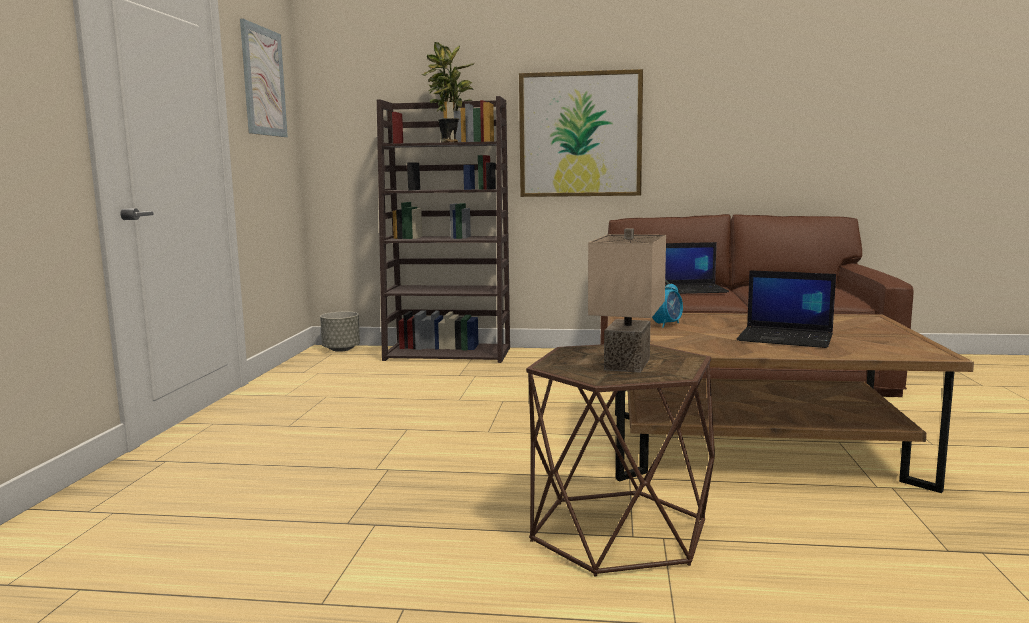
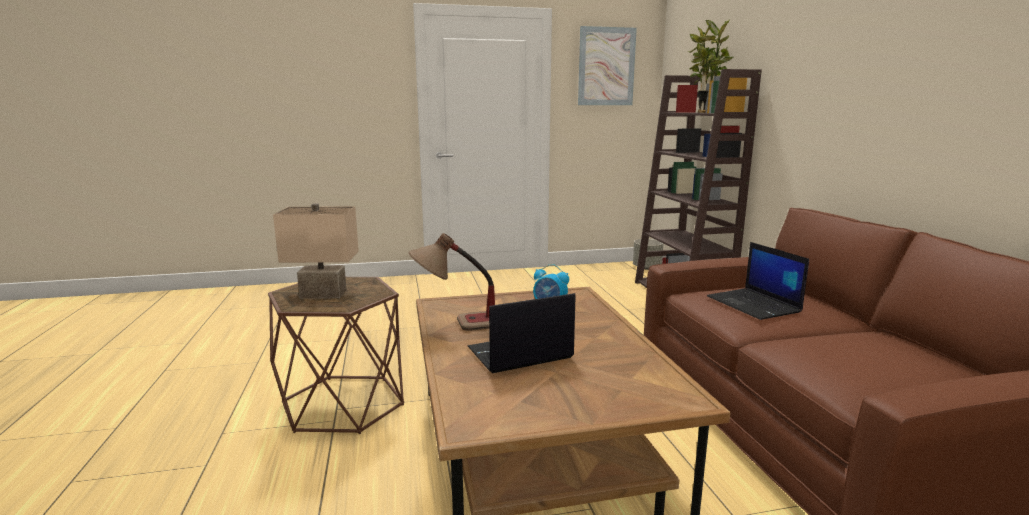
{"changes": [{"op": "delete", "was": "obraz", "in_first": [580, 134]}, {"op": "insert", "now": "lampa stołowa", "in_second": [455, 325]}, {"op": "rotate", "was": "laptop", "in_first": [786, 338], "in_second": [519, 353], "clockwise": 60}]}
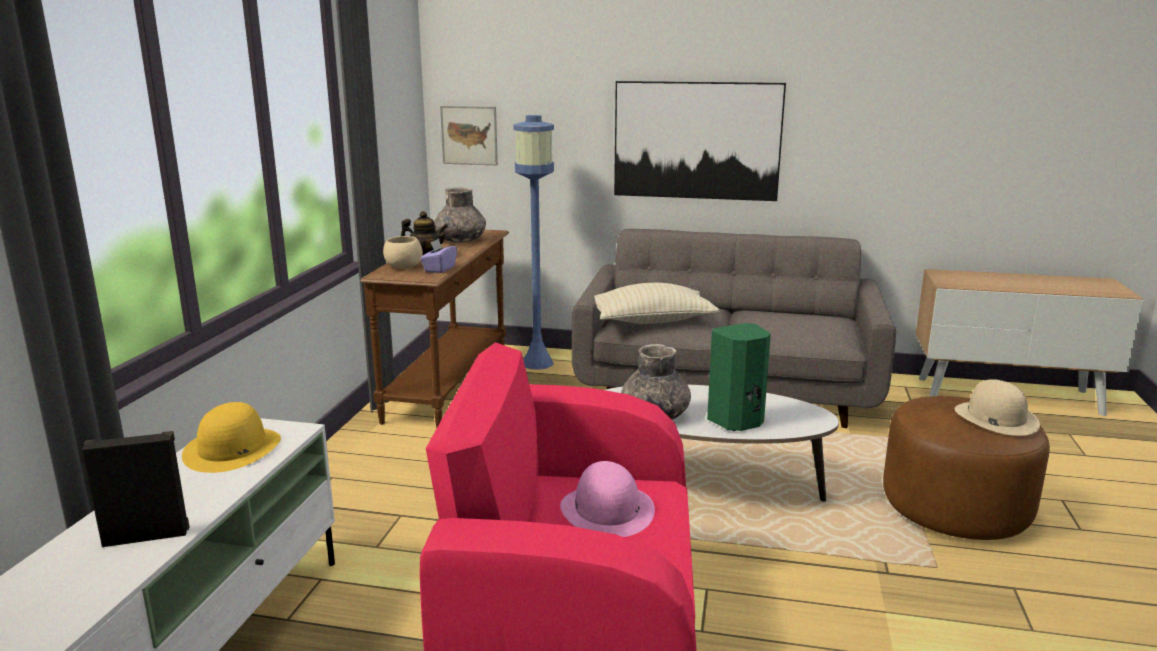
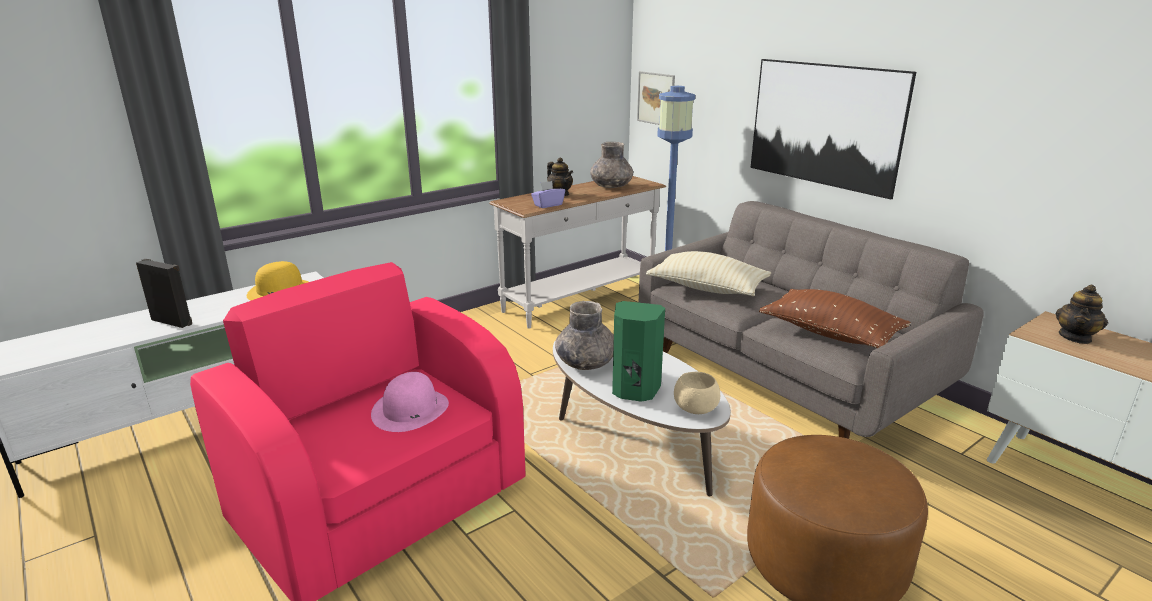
{"changes": [{"op": "delete", "was": "kapelusz/beżowy", "in_first": [995, 418]}, {"op": "insert", "now": "poduszka/brązowy", "in_second": [830, 334]}, {"op": "insert", "now": "imbryk", "in_second": [1075, 337]}, {"op": "move", "was": "miska/beżowy", "in_first": [403, 267], "in_second": [695, 409]}, {"op": "recolor", "was": "stolik konsolowy/brązowy", "now": "stolik konsolowy/biały", "in_first": [450, 386], "in_second": [581, 300]}]}
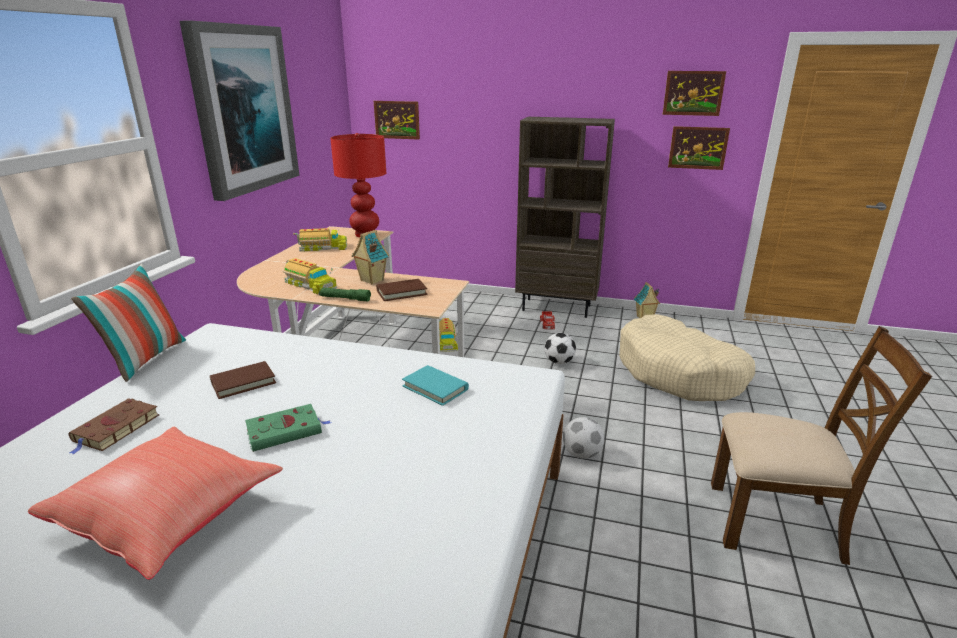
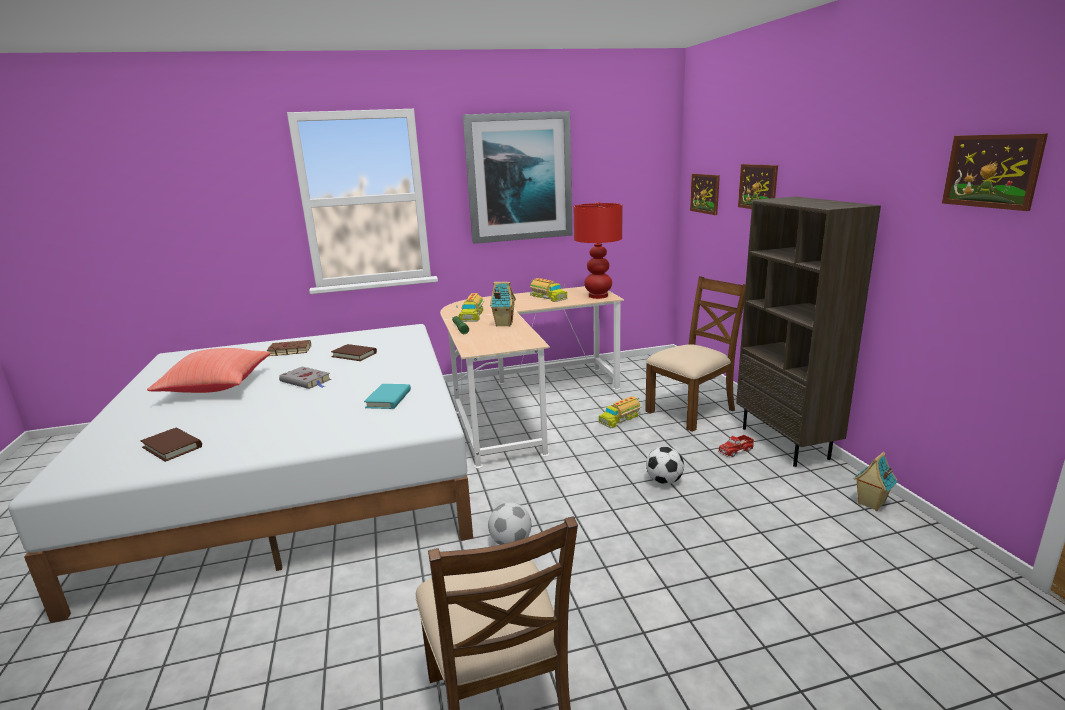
{"changes": [{"op": "delete", "was": "poduszka", "in_first": [145, 359]}, {"op": "delete", "was": "legowisko/beżowy", "in_first": [679, 373]}, {"op": "insert", "now": "krzesło/brązowy", "in_second": [692, 410]}, {"op": "move", "was": "książka/brązowy", "in_first": [401, 292], "in_second": [172, 447]}, {"op": "move", "was": "obraz", "in_first": [698, 148], "in_second": [758, 187]}, {"op": "recolor", "was": "książka/zielony", "now": "książka/szary", "in_first": [286, 431], "in_second": [307, 381]}]}
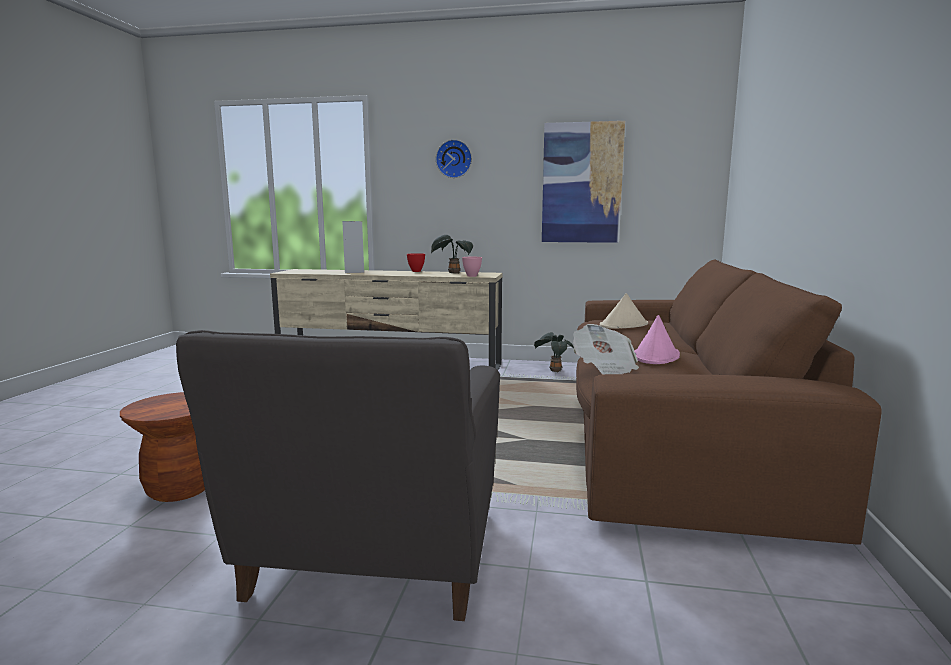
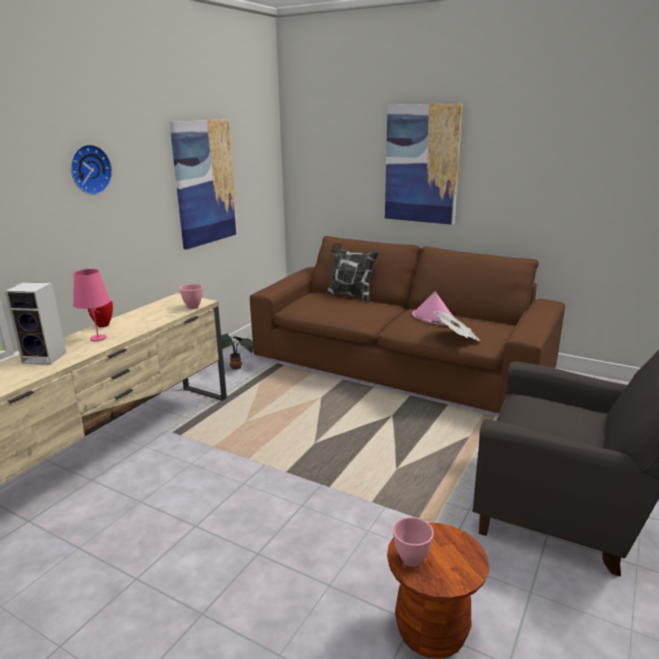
{"changes": [{"op": "delete", "was": "roślina doniczkowa", "in_first": [452, 273]}, {"op": "delete", "was": "kapelusz/beżowy", "in_first": [624, 325]}, {"op": "insert", "now": "lampa stołowa/różowy", "in_second": [98, 338]}, {"op": "insert", "now": "poduszka", "in_second": [350, 296]}, {"op": "insert", "now": "obraz", "in_second": [422, 164]}, {"op": "insert", "now": "miska/różowy", "in_second": [410, 560]}]}
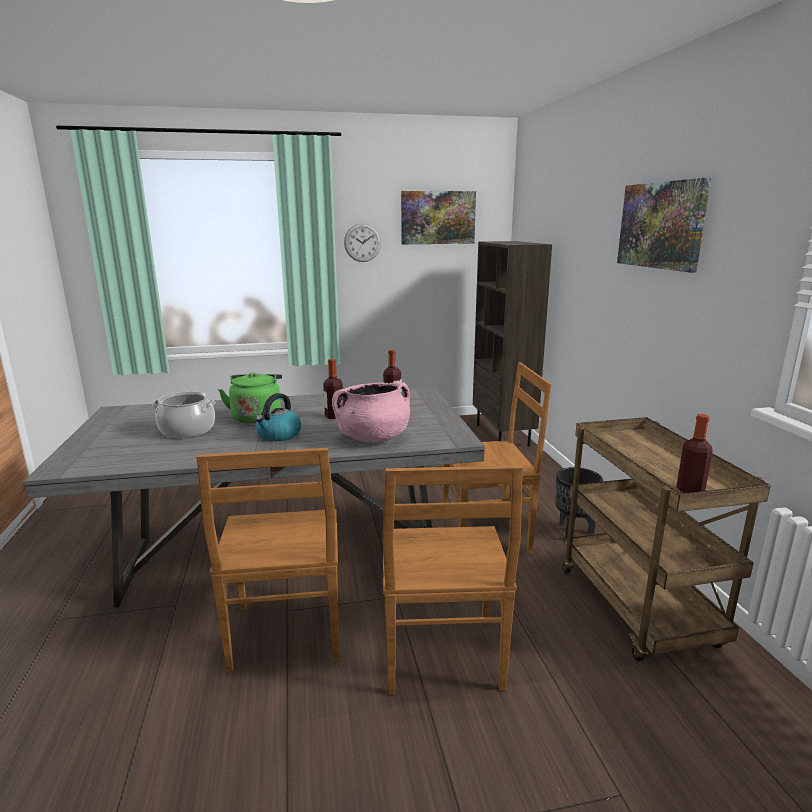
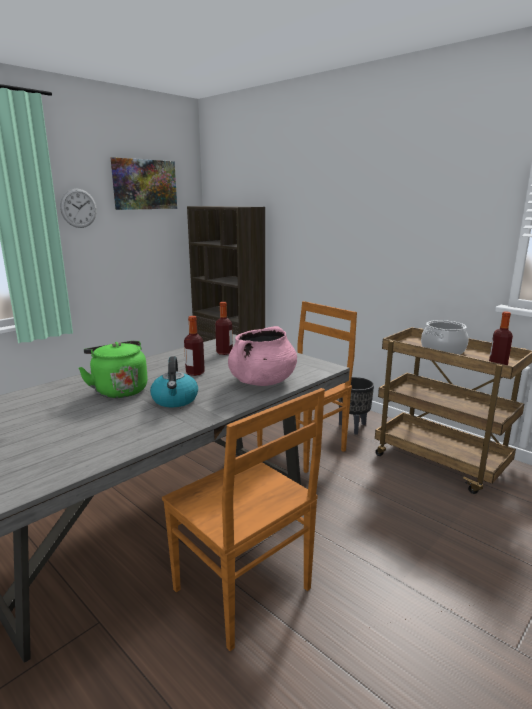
{"changes": [{"op": "delete", "was": "krzesło/brązowy", "in_first": [442, 657]}, {"op": "delete", "was": "obraz", "in_first": [661, 225]}, {"op": "move", "was": "garnek", "in_first": [188, 430], "in_second": [442, 350]}]}
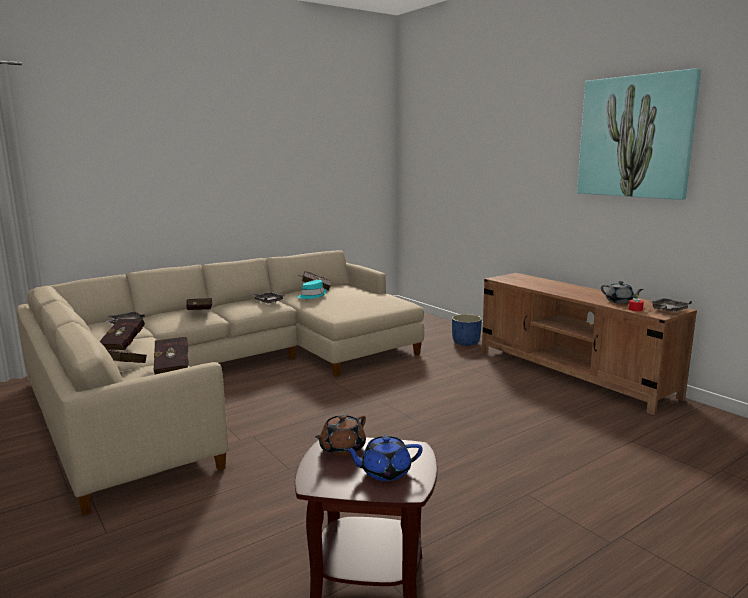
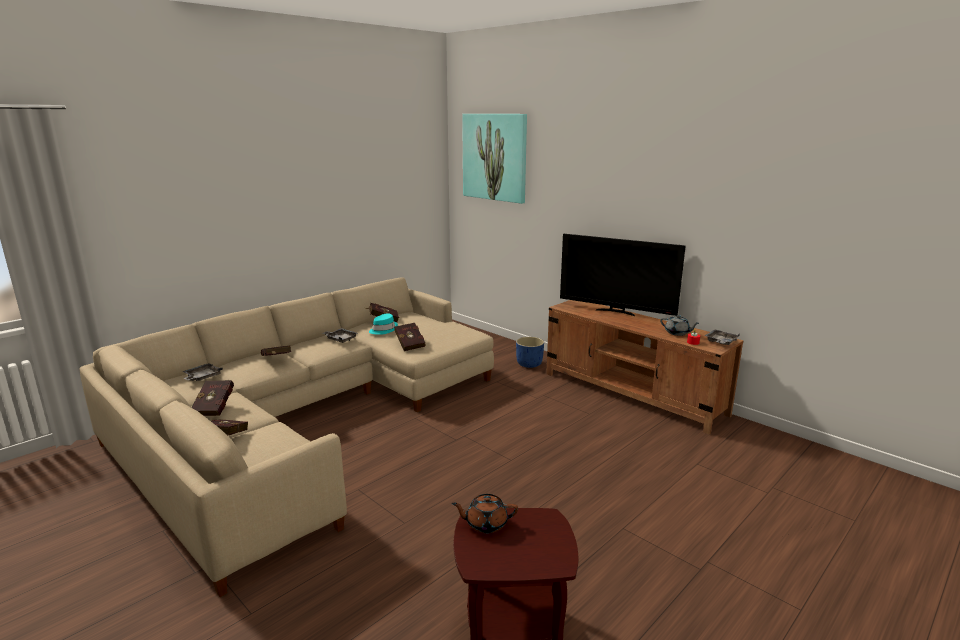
{"changes": [{"op": "delete", "was": "imbryk/niebieski", "in_first": [384, 472]}, {"op": "insert", "now": "telewizor", "in_second": [616, 312]}, {"op": "move", "was": "książka/czerwony", "in_first": [173, 367], "in_second": [410, 344]}, {"op": "move", "was": "obraz", "in_first": [635, 137], "in_second": [495, 157]}, {"op": "rotate", "was": "imbryk/brązowy", "in_first": [342, 449], "in_second": [485, 524], "clockwise": 60}]}
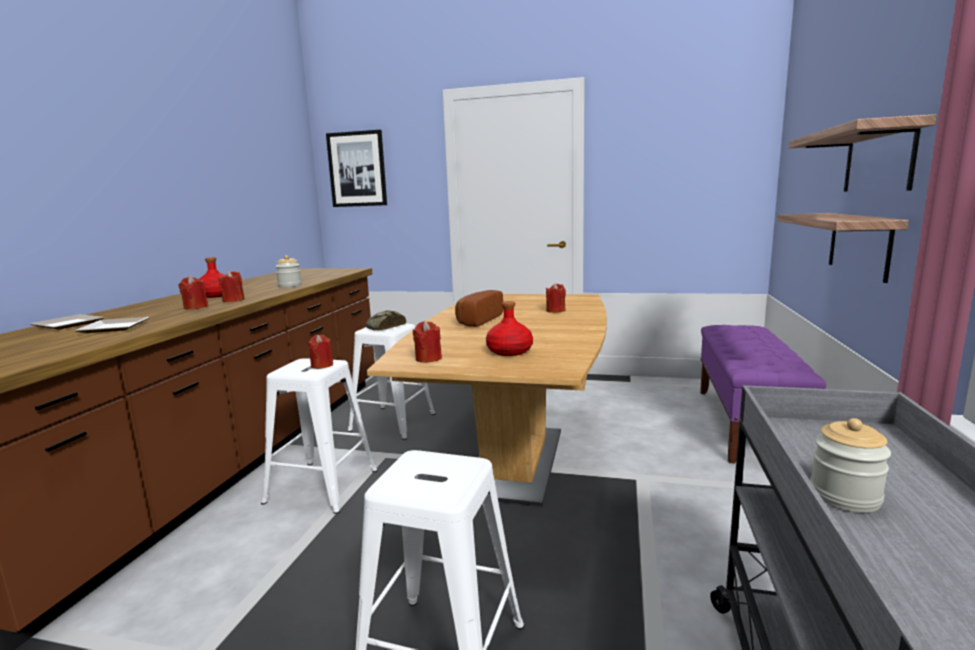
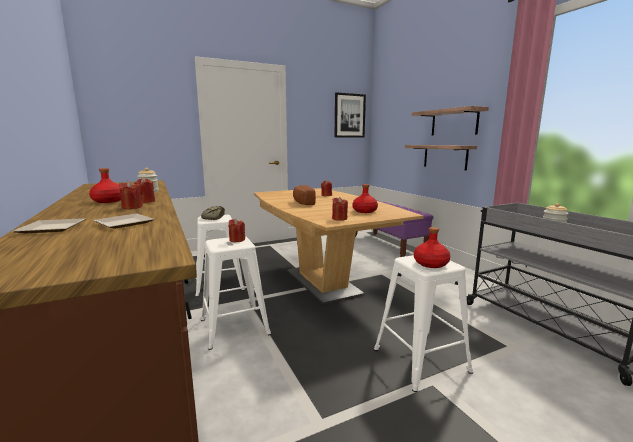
{"changes": [{"op": "insert", "now": "butelka/czerwony", "in_second": [430, 263]}, {"op": "move", "was": "obraz", "in_first": [357, 169], "in_second": [349, 115]}]}
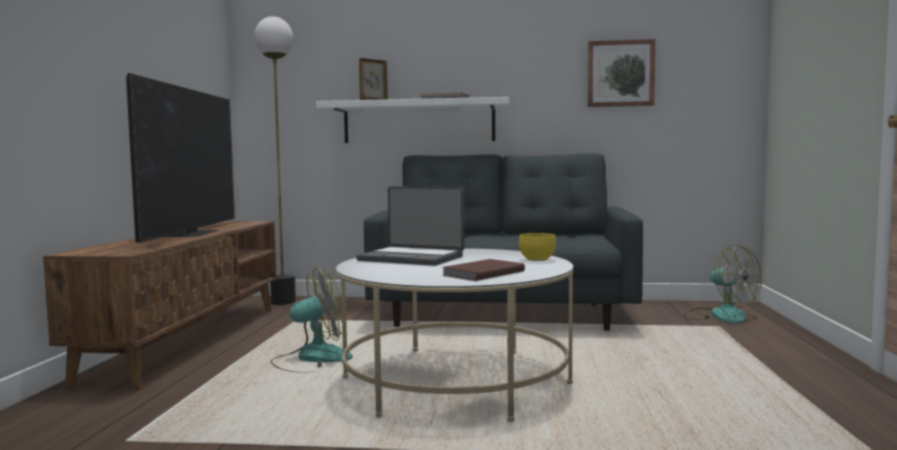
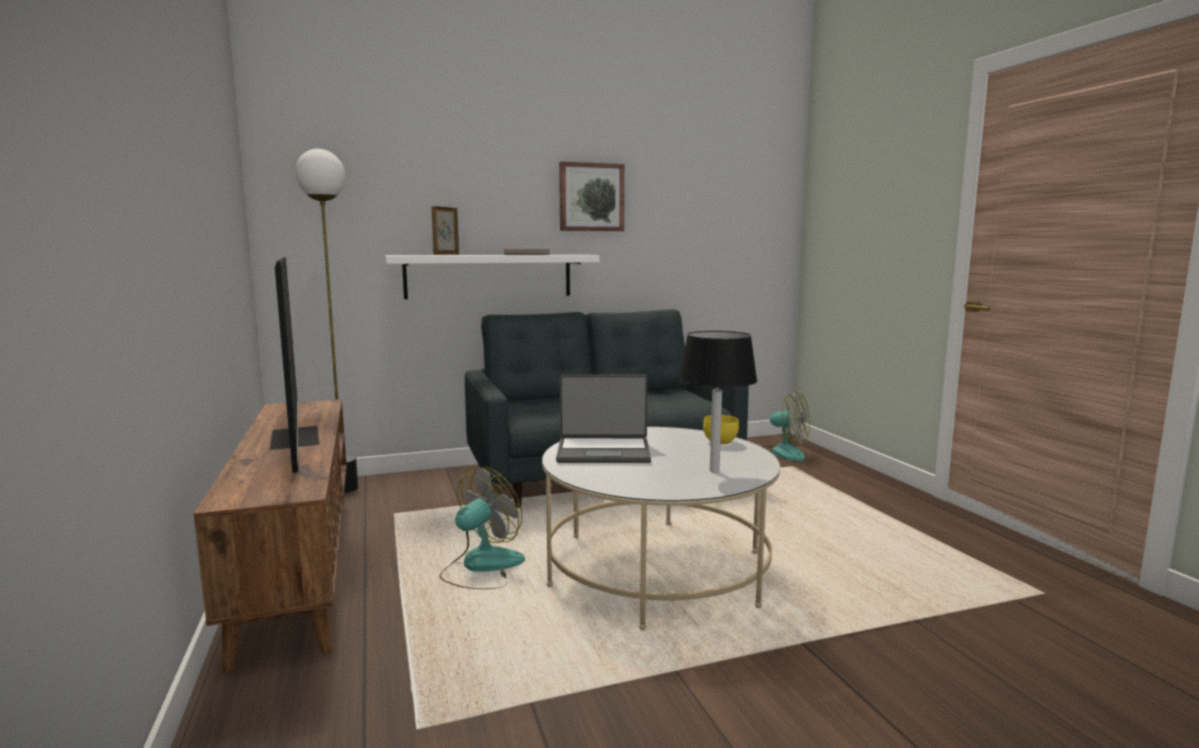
{"changes": [{"op": "move", "was": "obraz", "in_first": [620, 74], "in_second": [591, 197]}, {"op": "replace", "was": "książka/brązowy", "now": "lampa stołowa/czarny", "in_first": [481, 273], "in_second": [714, 471]}]}
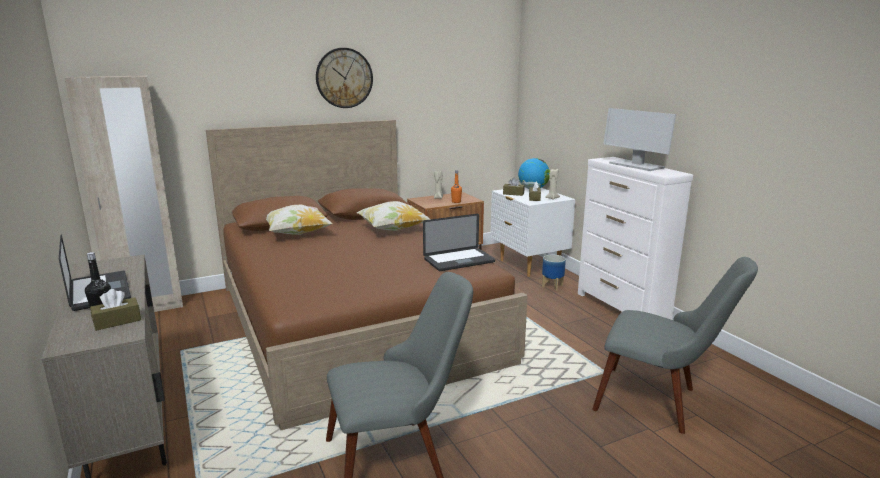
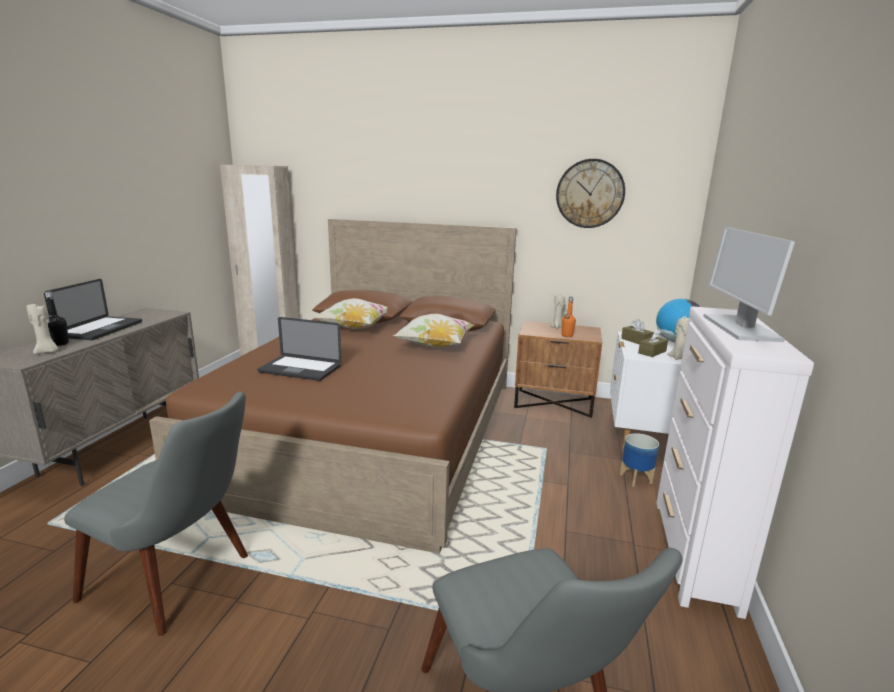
{"changes": [{"op": "move", "was": "zegar ścienny", "in_first": [344, 78], "in_second": [590, 193]}, {"op": "move", "was": "laptop", "in_first": [459, 261], "in_second": [300, 369]}, {"op": "replace", "was": "pudełko chusteczek/brązowy", "now": "świeca/beżowy", "in_first": [117, 321], "in_second": [47, 352]}]}
